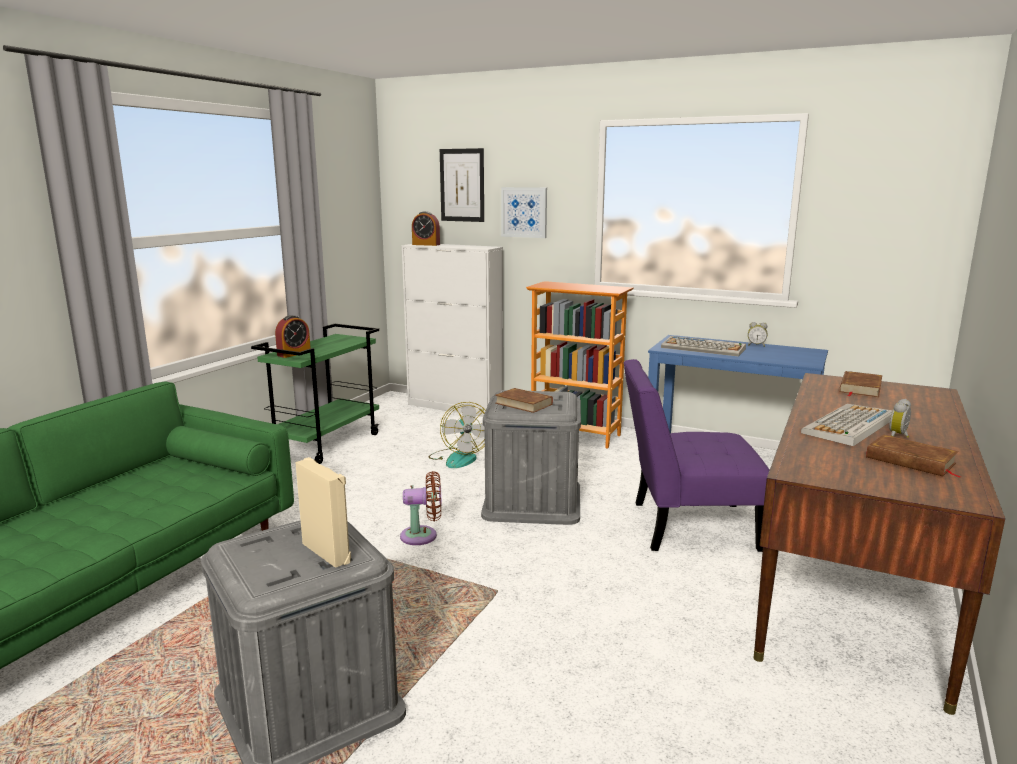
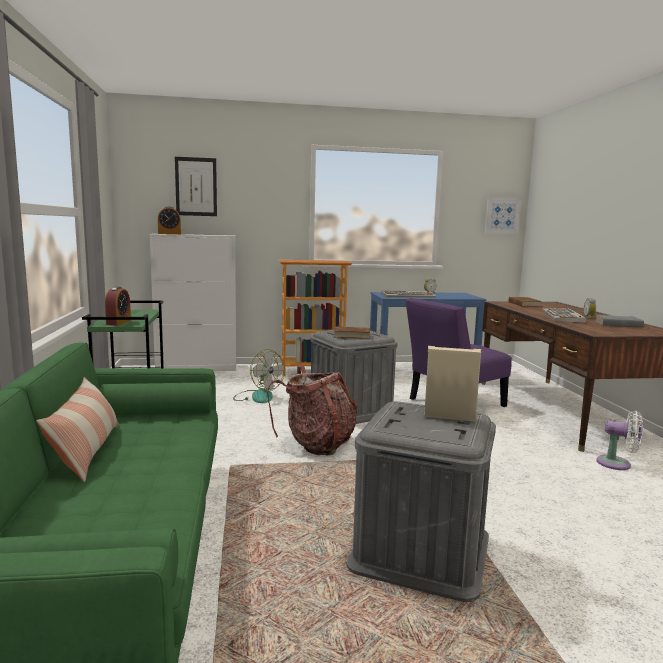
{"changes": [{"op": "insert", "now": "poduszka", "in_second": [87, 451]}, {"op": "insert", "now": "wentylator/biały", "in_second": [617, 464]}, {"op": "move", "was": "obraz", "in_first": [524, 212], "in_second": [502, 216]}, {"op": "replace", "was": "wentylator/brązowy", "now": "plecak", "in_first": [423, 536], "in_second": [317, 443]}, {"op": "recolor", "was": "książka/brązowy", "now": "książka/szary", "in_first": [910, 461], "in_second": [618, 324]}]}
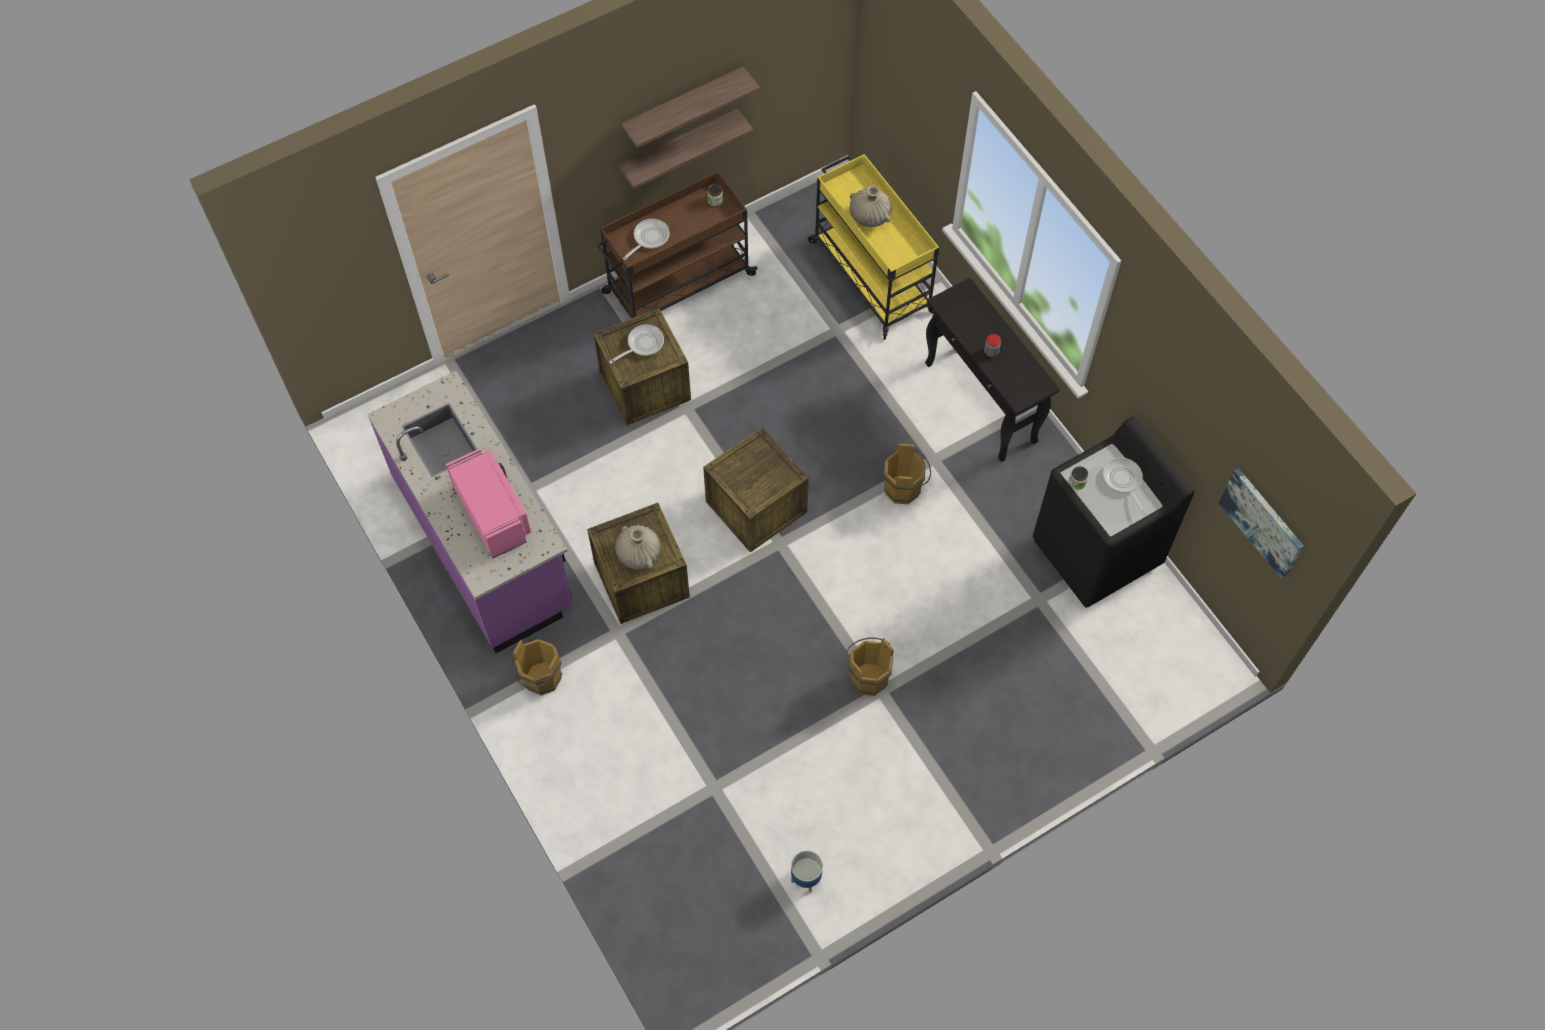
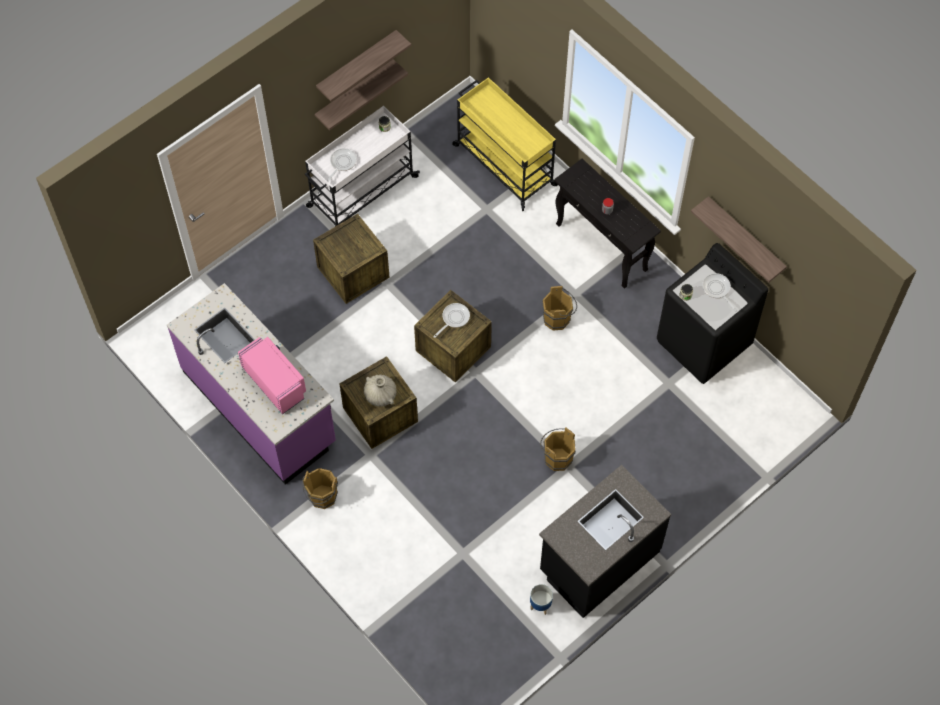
{"changes": [{"op": "delete", "was": "wazon/beżowy", "in_first": [869, 216]}, {"op": "delete", "was": "obraz", "in_first": [1262, 522]}, {"op": "insert", "now": "zabudowa kuchenna/czarny", "in_second": [598, 561]}, {"op": "insert", "now": "półka", "in_second": [745, 238]}, {"op": "move", "was": "patelnia", "in_first": [642, 344], "in_second": [454, 318]}, {"op": "recolor", "was": "wózek/brązowy", "now": "wózek/biały", "in_first": [677, 284], "in_second": [361, 192]}]}
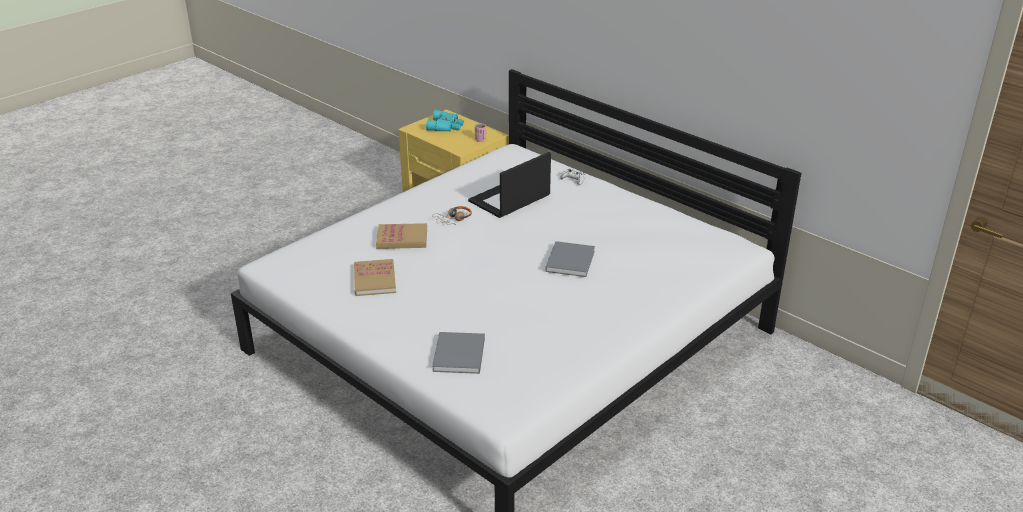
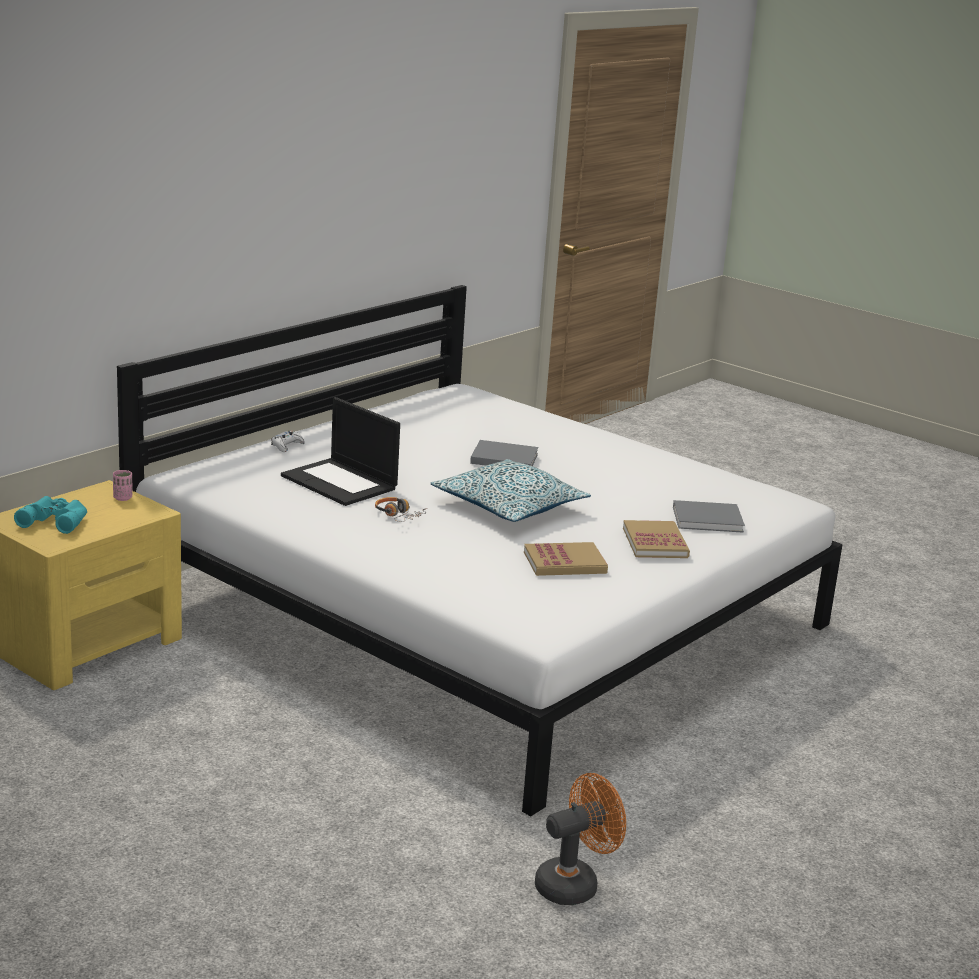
{"changes": [{"op": "insert", "now": "poduszka", "in_second": [509, 507]}, {"op": "insert", "now": "wentylator/pomarańczowy", "in_second": [574, 884]}, {"op": "move", "was": "książka", "in_first": [402, 238], "in_second": [655, 543]}]}
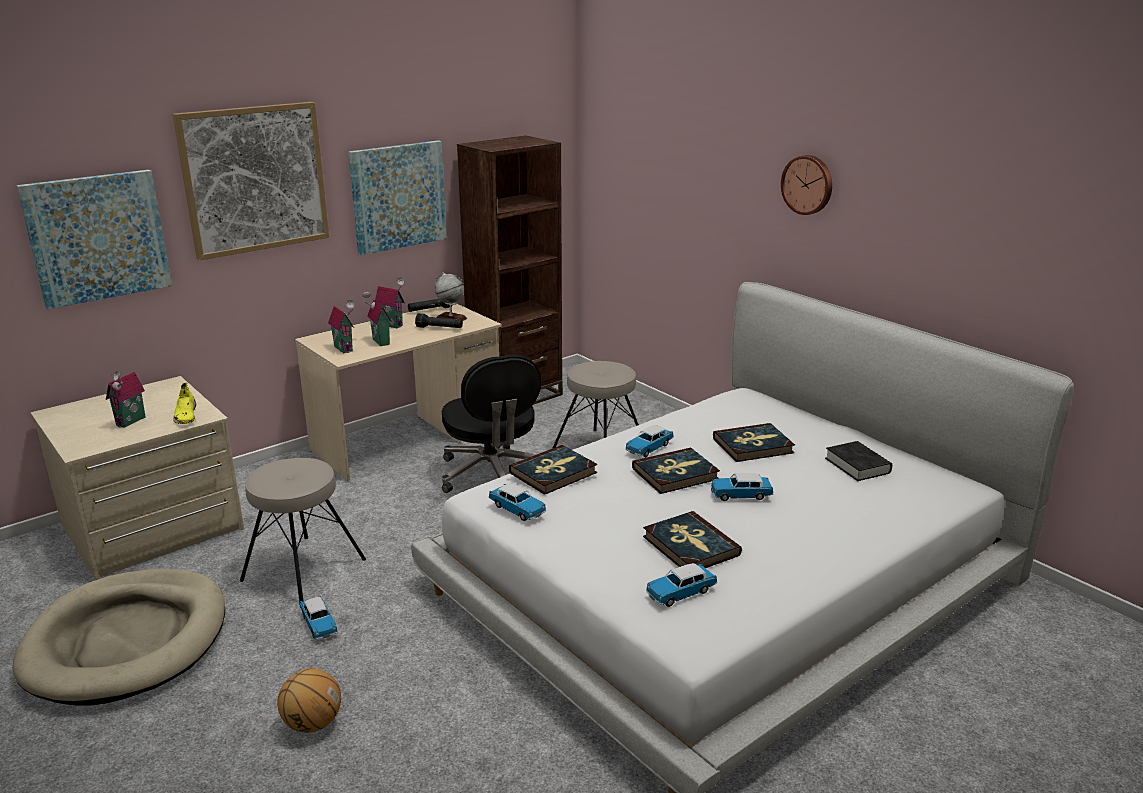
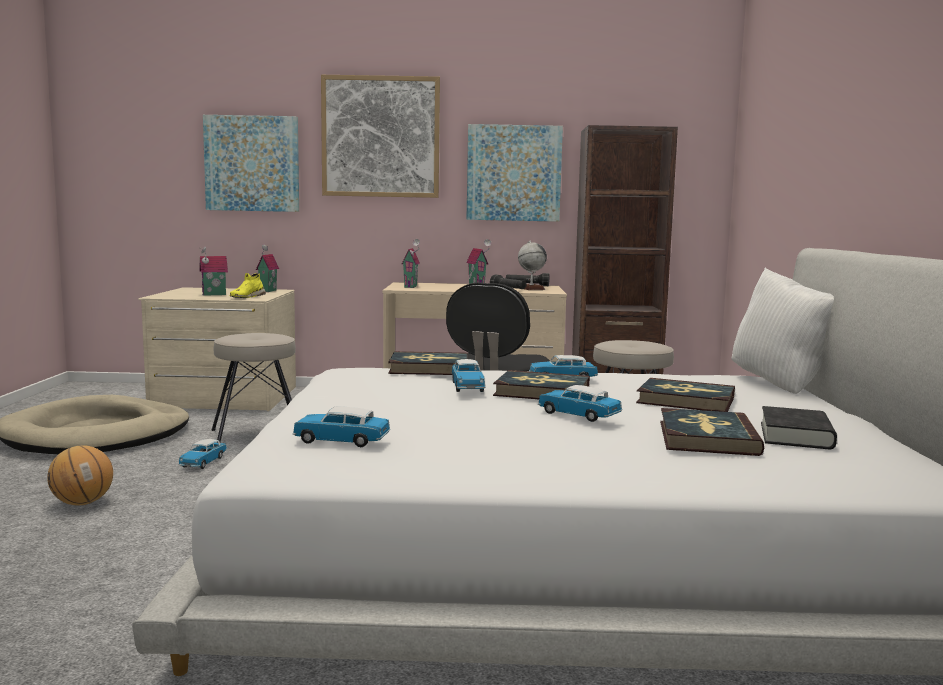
{"changes": [{"op": "delete", "was": "zegar ścienny", "in_first": [808, 184]}, {"op": "insert", "now": "poduszka/biały", "in_second": [782, 385]}, {"op": "move", "was": "domek", "in_first": [379, 342], "in_second": [266, 291]}, {"op": "move", "was": "samochodzik", "in_first": [517, 509], "in_second": [467, 387]}, {"op": "move", "was": "książka", "in_first": [690, 546], "in_second": [706, 437]}]}
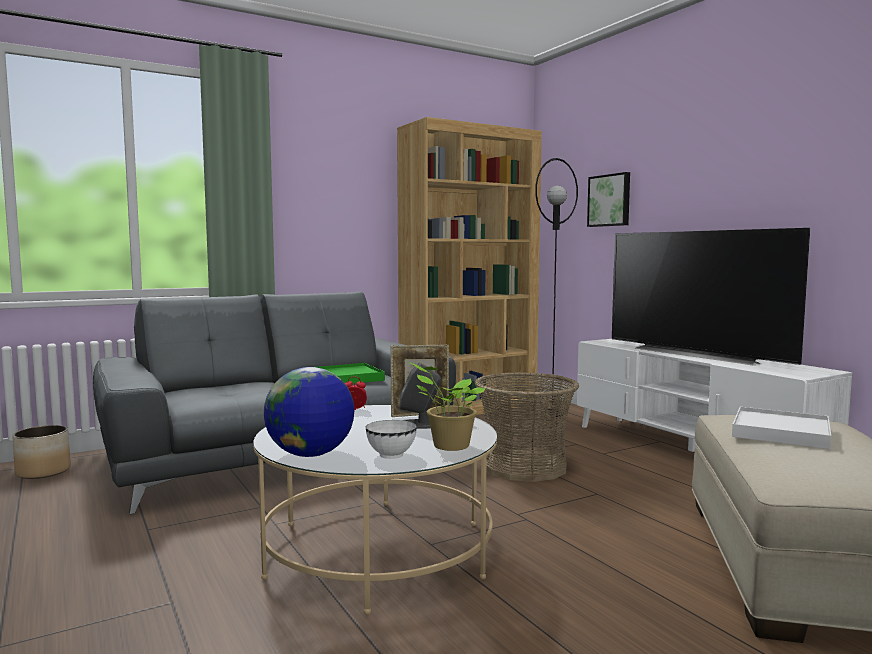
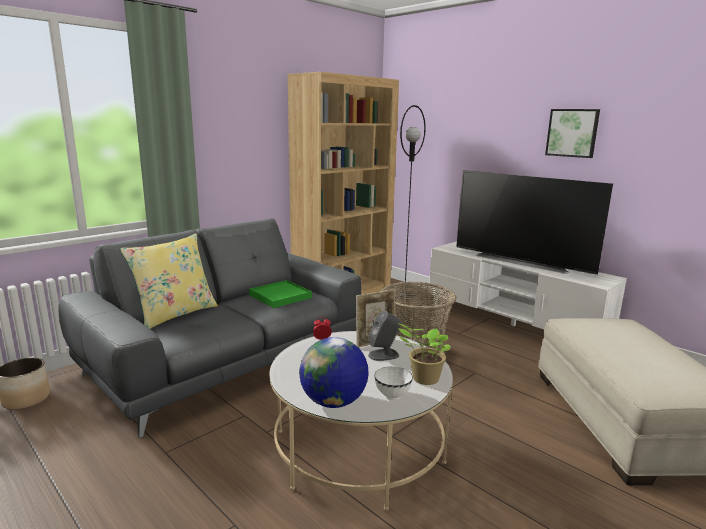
{"changes": [{"op": "delete", "was": "taca/biały", "in_first": [780, 432]}, {"op": "insert", "now": "poduszka/żółty", "in_second": [175, 314]}, {"op": "move", "was": "obraz", "in_first": [610, 200], "in_second": [572, 133]}]}
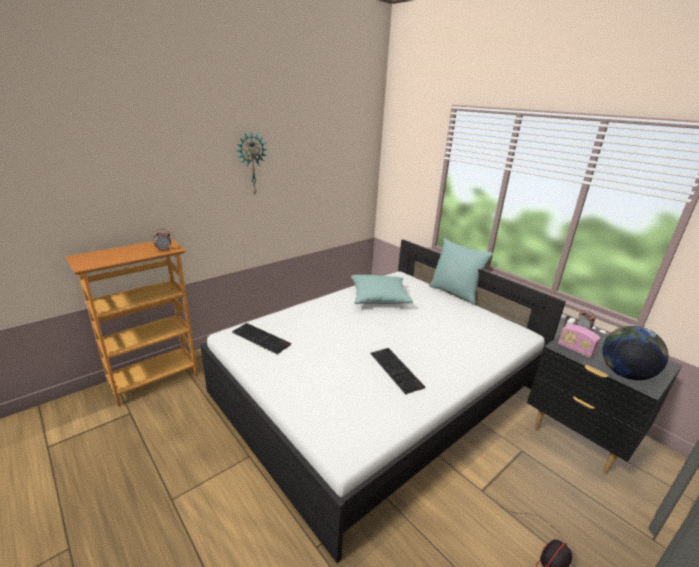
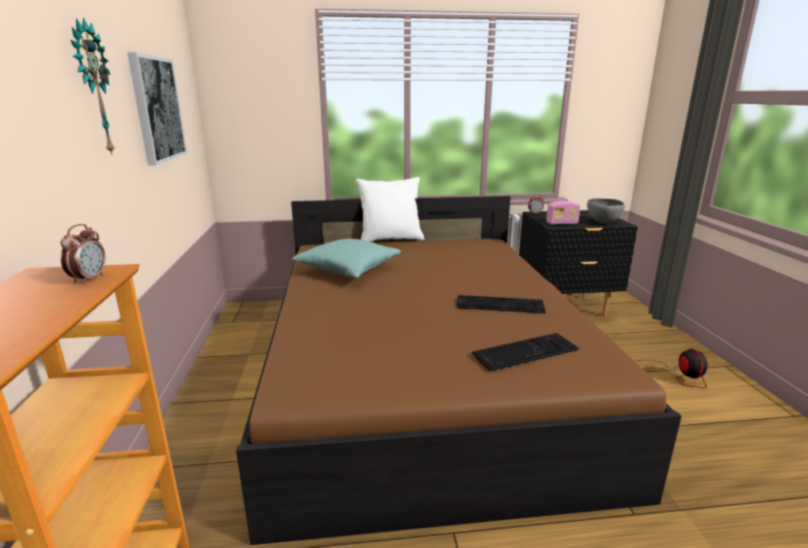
{"changes": [{"op": "insert", "now": "obraz", "in_second": [157, 109]}, {"op": "move", "was": "klawiatura", "in_first": [262, 338], "in_second": [525, 351]}, {"op": "replace", "was": "globus", "now": "miska/szary", "in_first": [624, 373], "in_second": [602, 223]}, {"op": "recolor", "was": "łóżko/biały", "now": "łóżko/brązowy", "in_first": [376, 390], "in_second": [422, 375]}, {"op": "recolor", "was": "poduszka/turkusowy", "now": "poduszka/biały", "in_first": [454, 293], "in_second": [390, 239]}]}
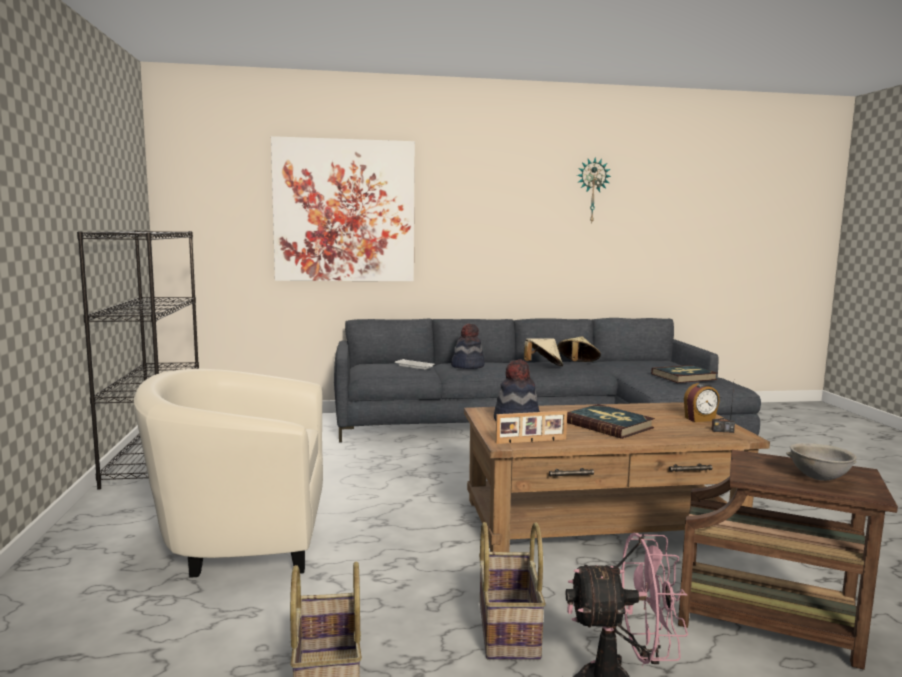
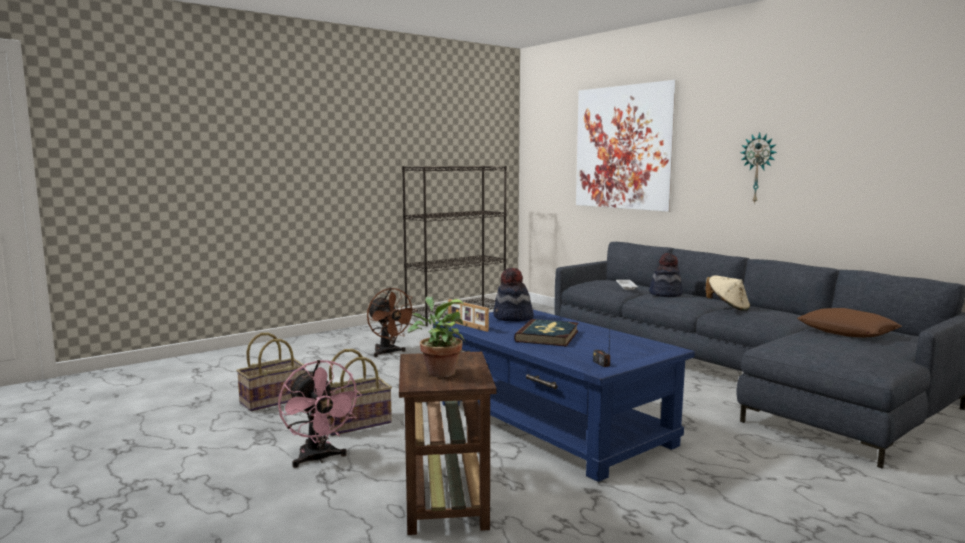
{"changes": [{"op": "delete", "was": "kapelusz/beżowy", "in_first": [577, 364]}, {"op": "delete", "was": "książka", "in_first": [684, 377]}, {"op": "delete", "was": "budzik", "in_first": [700, 419]}, {"op": "insert", "now": "poduszka/brązowy", "in_second": [847, 331]}, {"op": "move", "was": "zegar ścienny", "in_first": [592, 190], "in_second": [758, 168]}, {"op": "replace", "was": "fotel/beżowy", "now": "wentylator/brązowy", "in_first": [241, 539], "in_second": [388, 353]}, {"op": "replace", "was": "miska/szary", "now": "roślina doniczkowa", "in_first": [818, 478], "in_second": [438, 372]}, {"op": "recolor", "was": "ława/brązowy", "now": "ława/niebieski", "in_first": [601, 519], "in_second": [552, 424]}]}
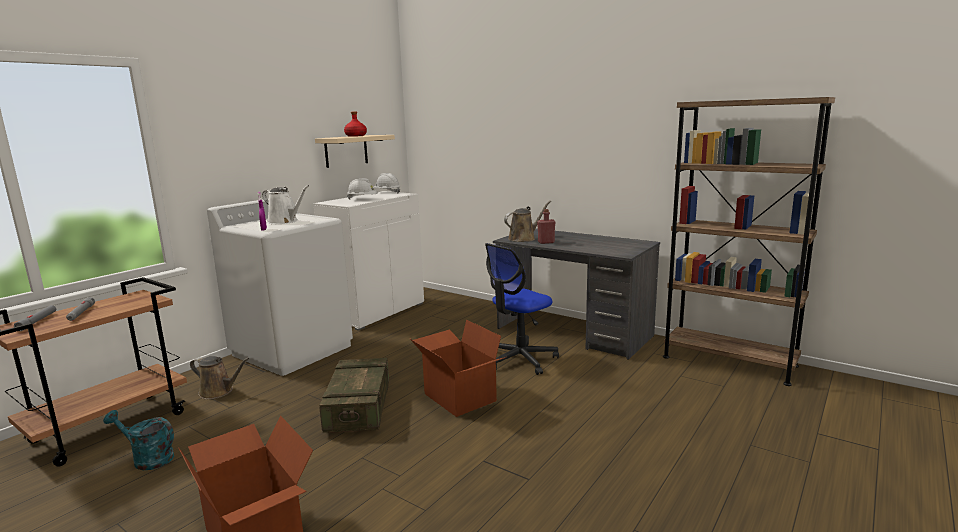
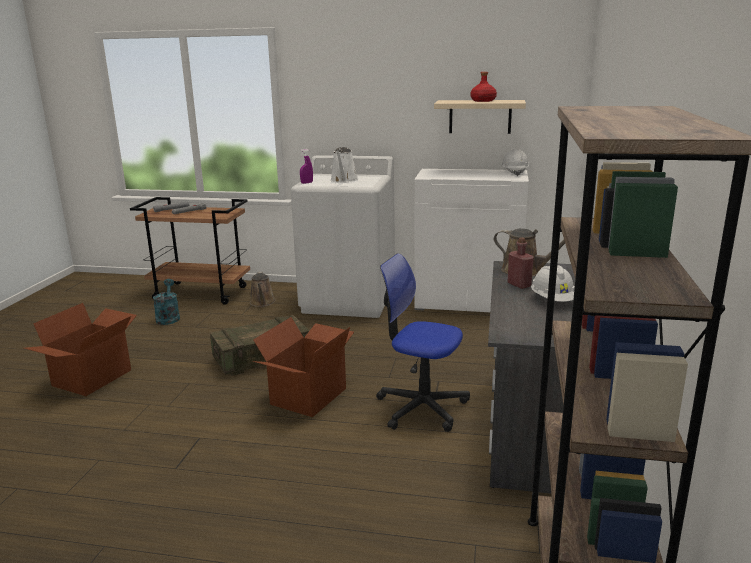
{"changes": [{"op": "move", "was": "kask/biały", "in_first": [363, 199], "in_second": [553, 300]}]}
